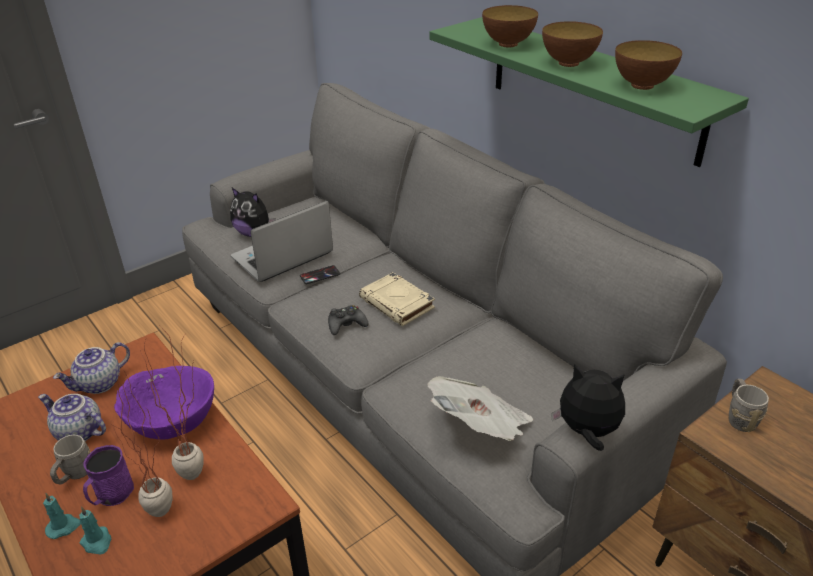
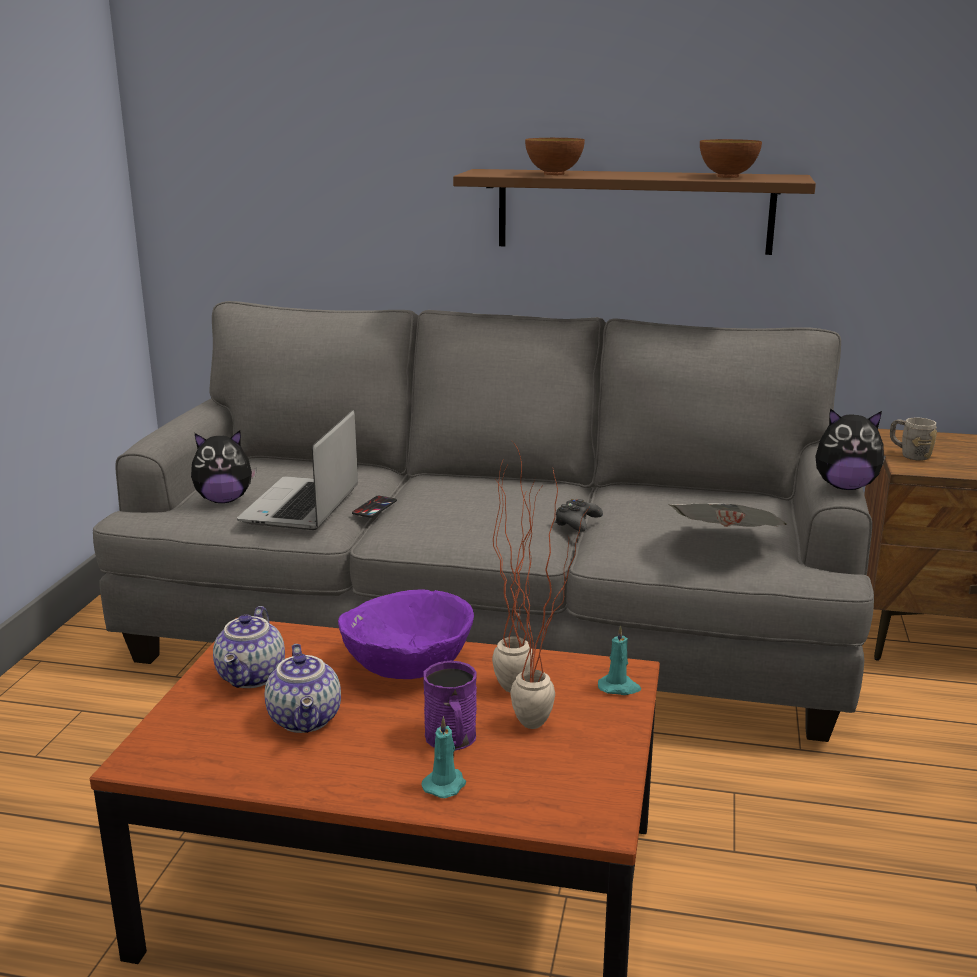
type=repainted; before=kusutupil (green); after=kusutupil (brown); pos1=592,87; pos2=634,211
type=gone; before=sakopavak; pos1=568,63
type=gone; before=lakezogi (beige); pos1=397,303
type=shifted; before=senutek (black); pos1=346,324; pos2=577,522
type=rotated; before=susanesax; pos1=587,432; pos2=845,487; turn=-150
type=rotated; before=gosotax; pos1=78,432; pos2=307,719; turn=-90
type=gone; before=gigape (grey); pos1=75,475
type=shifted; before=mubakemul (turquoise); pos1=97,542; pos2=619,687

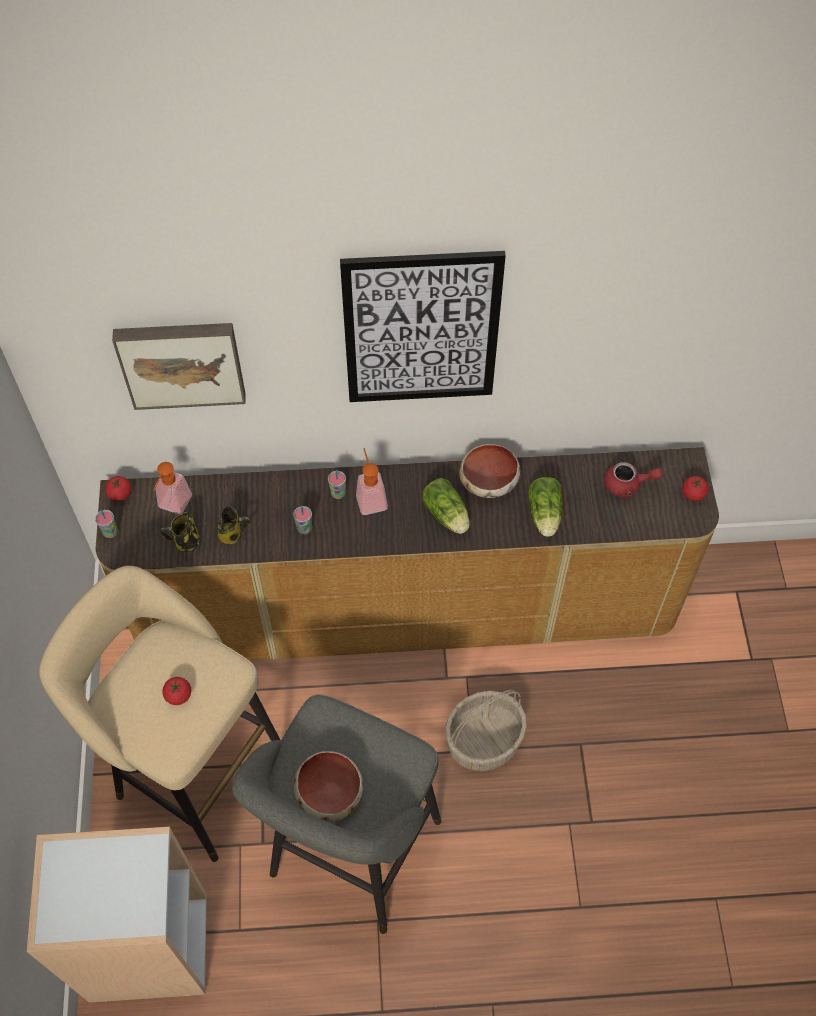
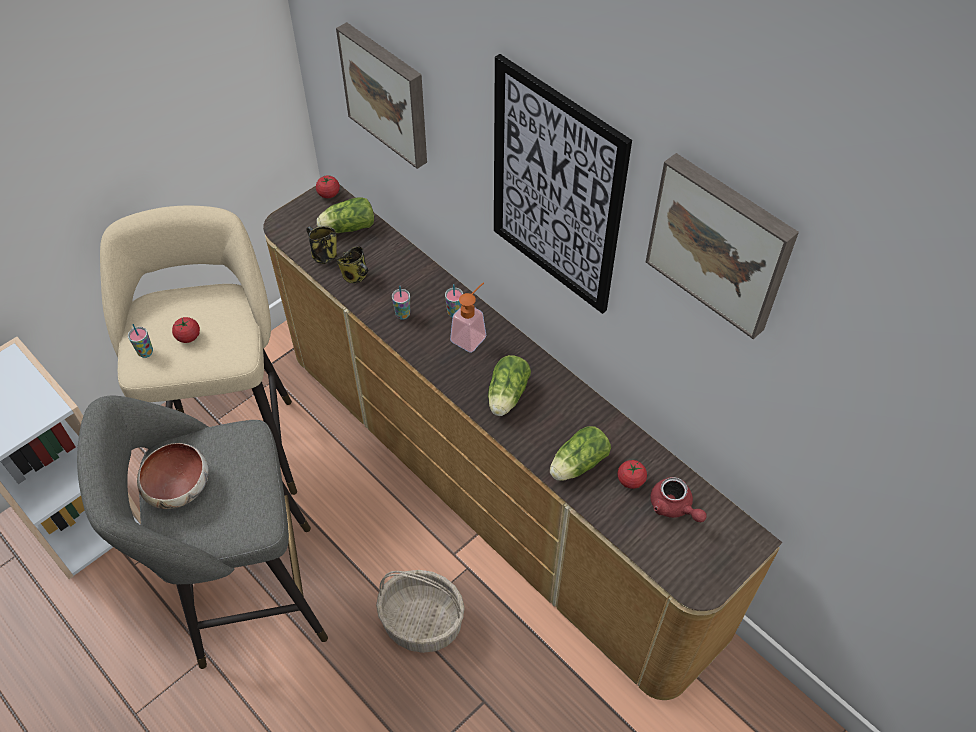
type=gone; before=sakopavak; pos1=489,481
type=swapped; before=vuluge; after=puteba; pos1=172,506; pos2=346,228
type=shifted; before=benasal; pos1=693,494; pos2=630,480
type=shifted; before=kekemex; pos1=110,532; pos2=146,352
type=new; after=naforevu; pos2=721,243

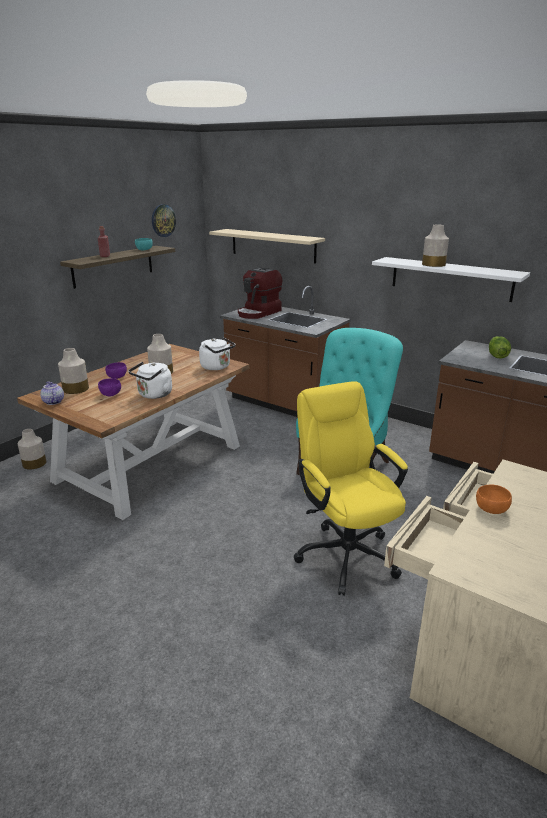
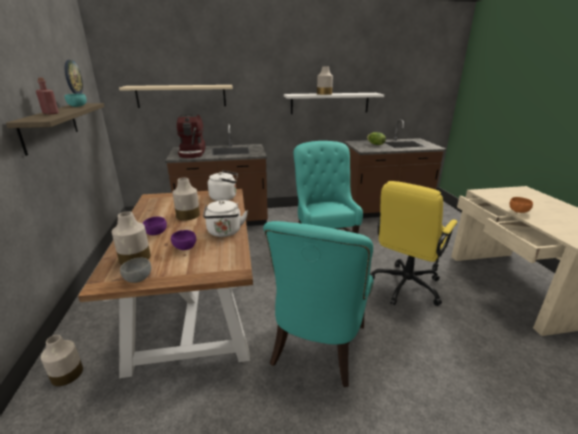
type=swapped; before=gosotax; after=sakopavak (grey); pos1=53,402; pos2=138,279
type=rotated; before=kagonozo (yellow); pos1=344,554; pos2=404,288; turn=-75
type=new; after=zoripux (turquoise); pos2=318,345

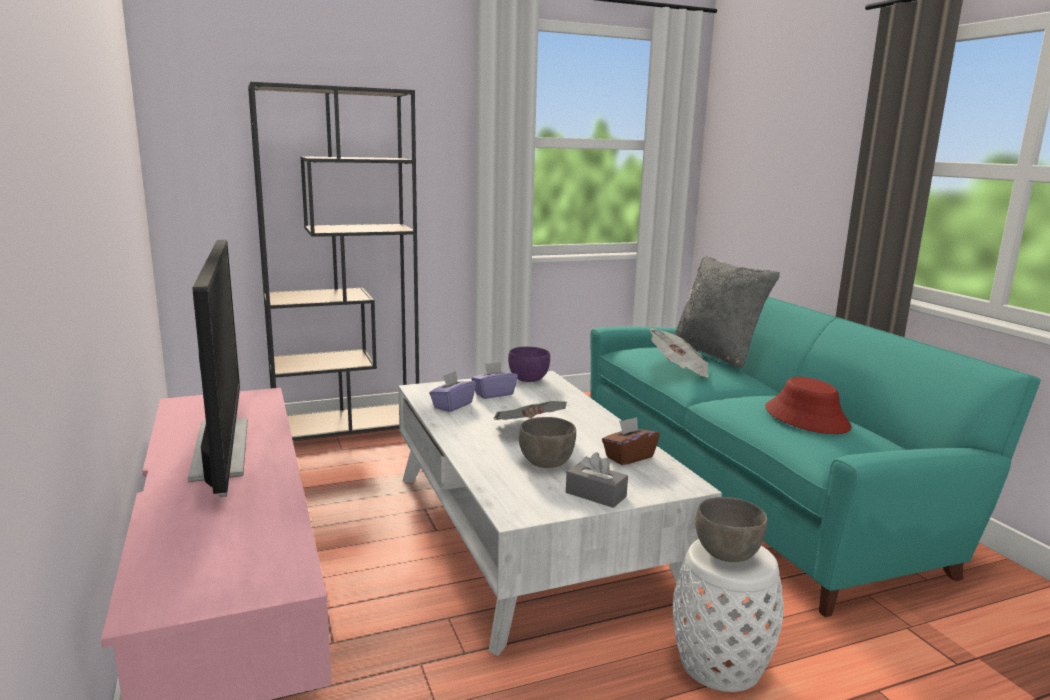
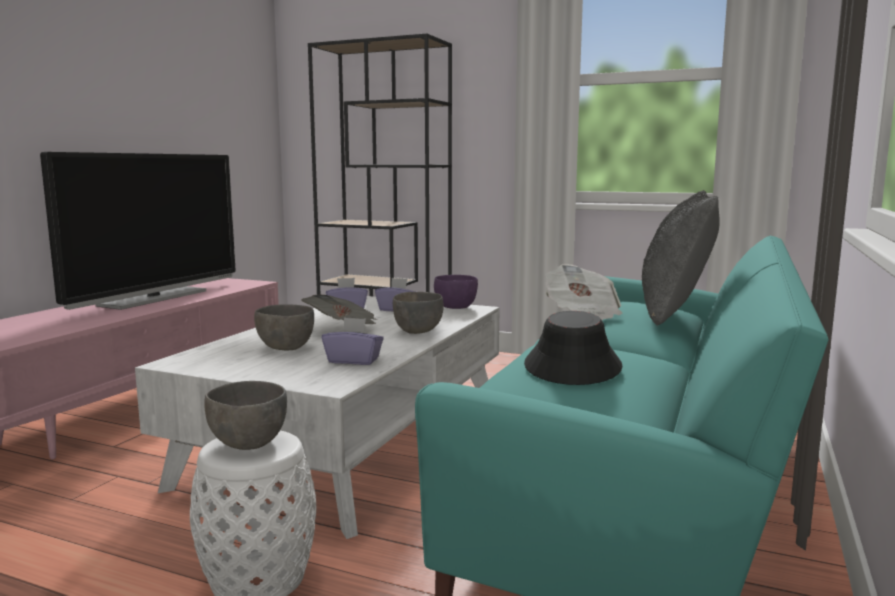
type=repainted; before=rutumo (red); after=rutumo (black); pos1=807,418; pos2=573,366
type=repainted; before=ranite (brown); after=ranite (purple); pos1=628,457; pos2=353,360
type=gone; before=ranite (grey); pos1=596,495
type=new; after=sakopavak (grey); pos2=418,331

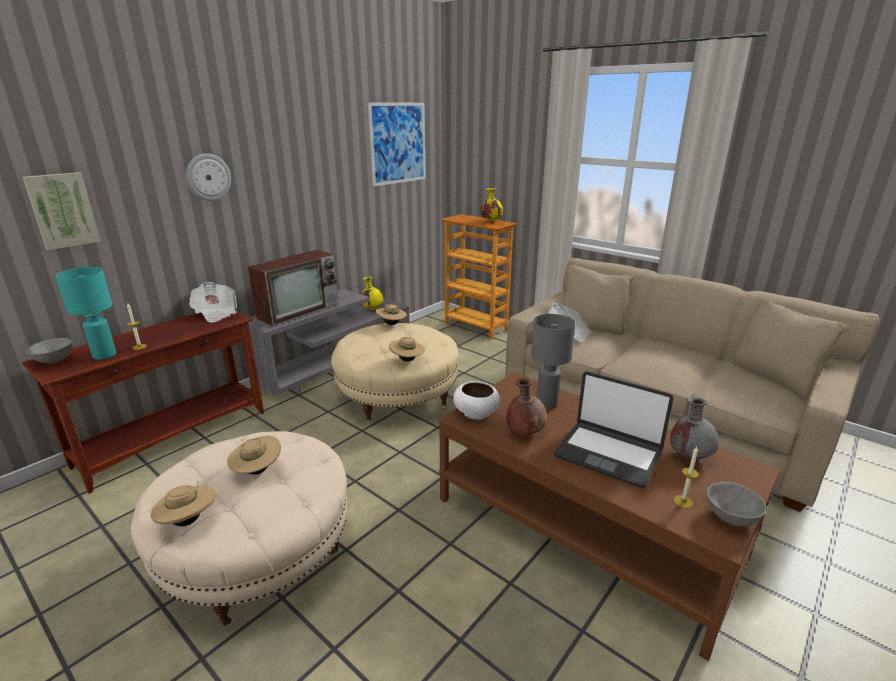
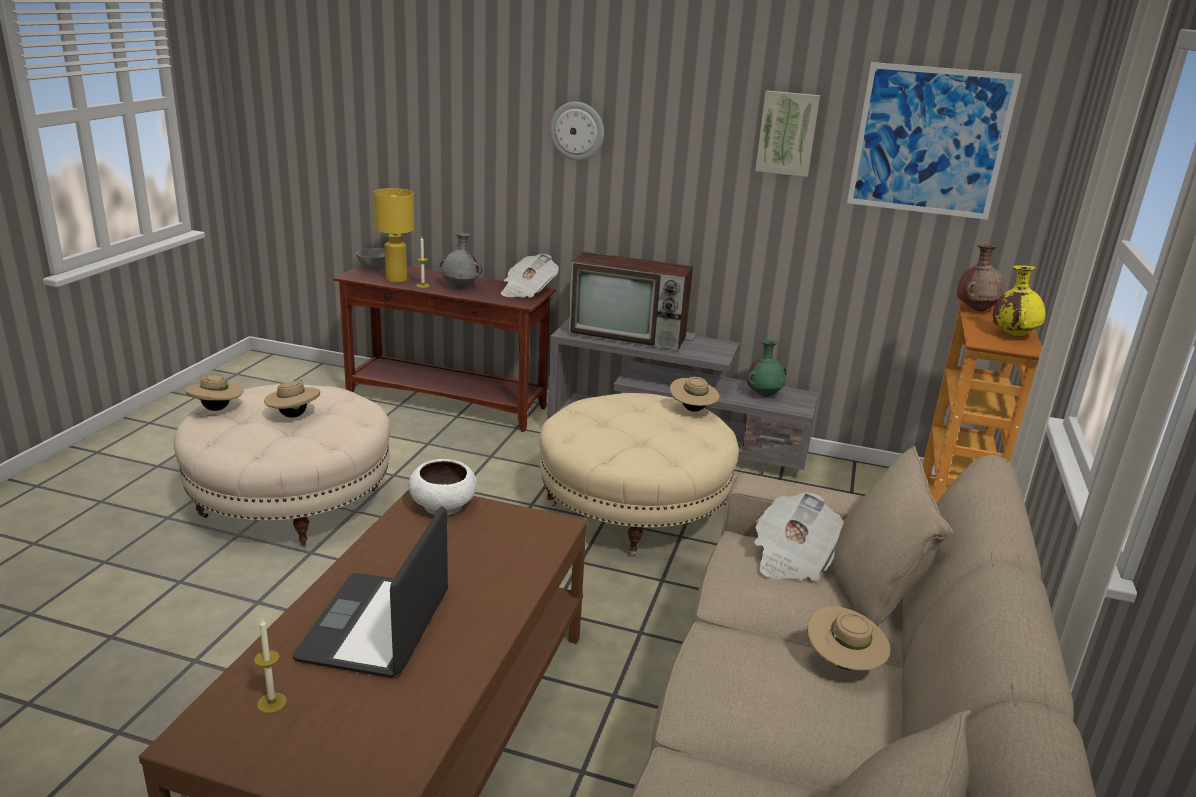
type=shifted; before=naforevu; pos1=62,210; pos2=787,133
type=repainted; before=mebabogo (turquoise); after=mebabogo (yellow); pos1=105,355; pos2=397,280
type=repainted; before=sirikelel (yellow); after=sirikelel (green); pos1=372,309; pos2=764,395
type=gone; before=mebabogo (grey); pos1=546,404
type=shifted; before=rutumo (beige); pos1=407,360; pos2=843,664
type=shifted; before=sirikelel (brown); pos1=524,432; pos2=976,310
type=shifted; before=sirikelel (grey); pos1=690,456; pos2=461,287
type=gone; before=sakopavak (grey); pos1=729,517

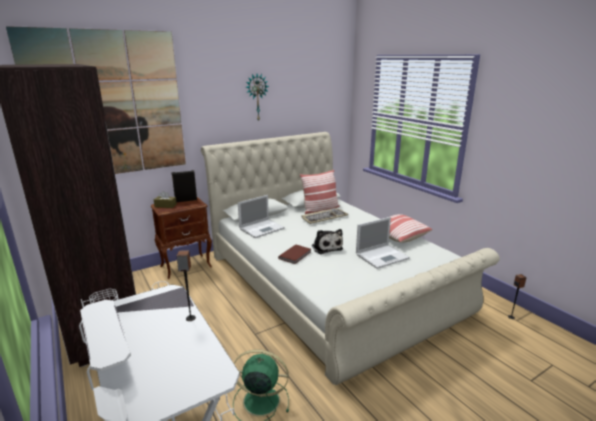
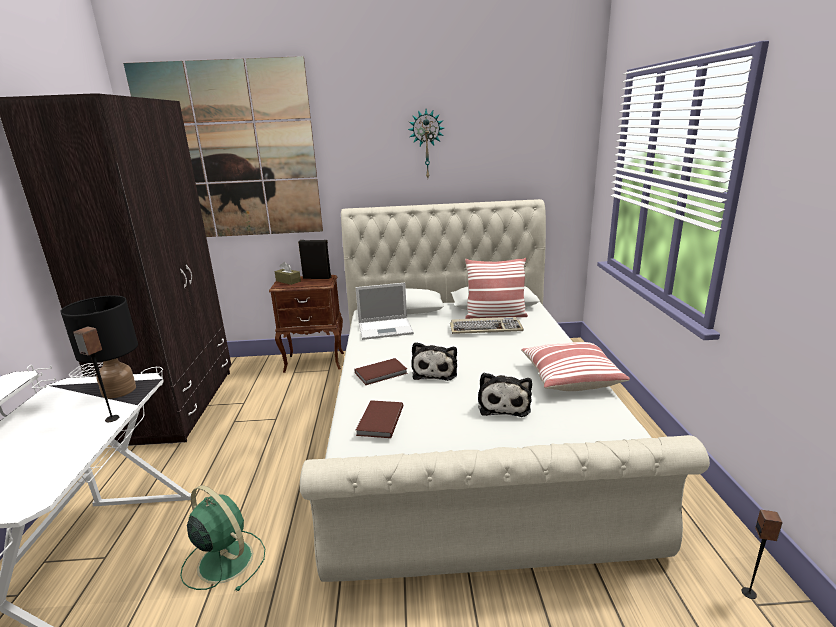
type=swapped; before=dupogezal; after=susanesax; pos1=382,256; pos2=504,404
type=new; after=mebabogo (black); pos2=120,390
type=new; after=lakezogi (brown); pos2=379,421

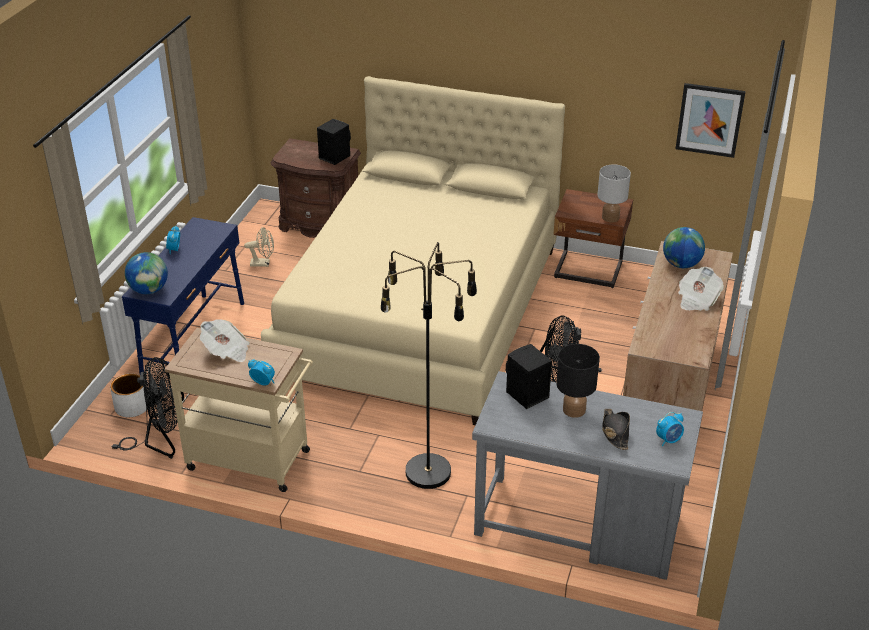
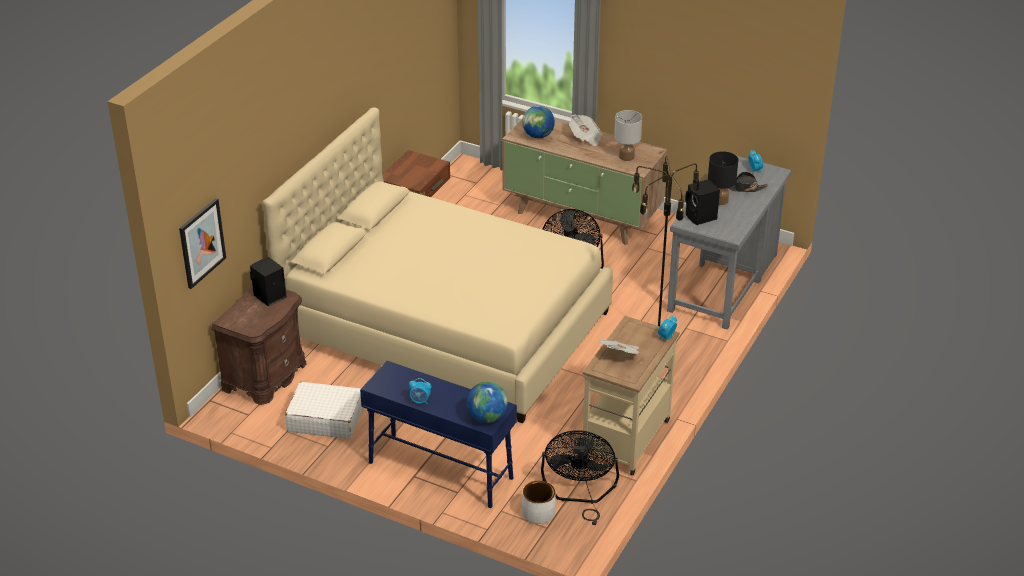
type=shifted; before=naforevu; pos1=709,120; pos2=201,243
type=shifted; before=mebabogo (grey); pos1=610,218; pos2=627,157
type=swapped; before=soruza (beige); after=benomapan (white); pos1=263,263; pos2=325,419

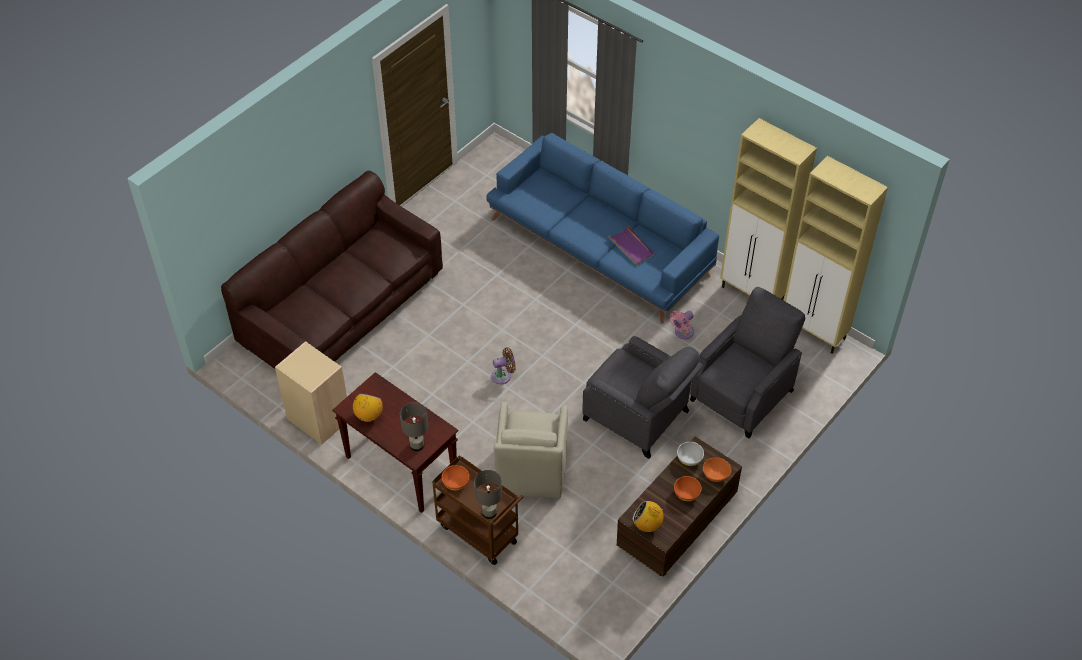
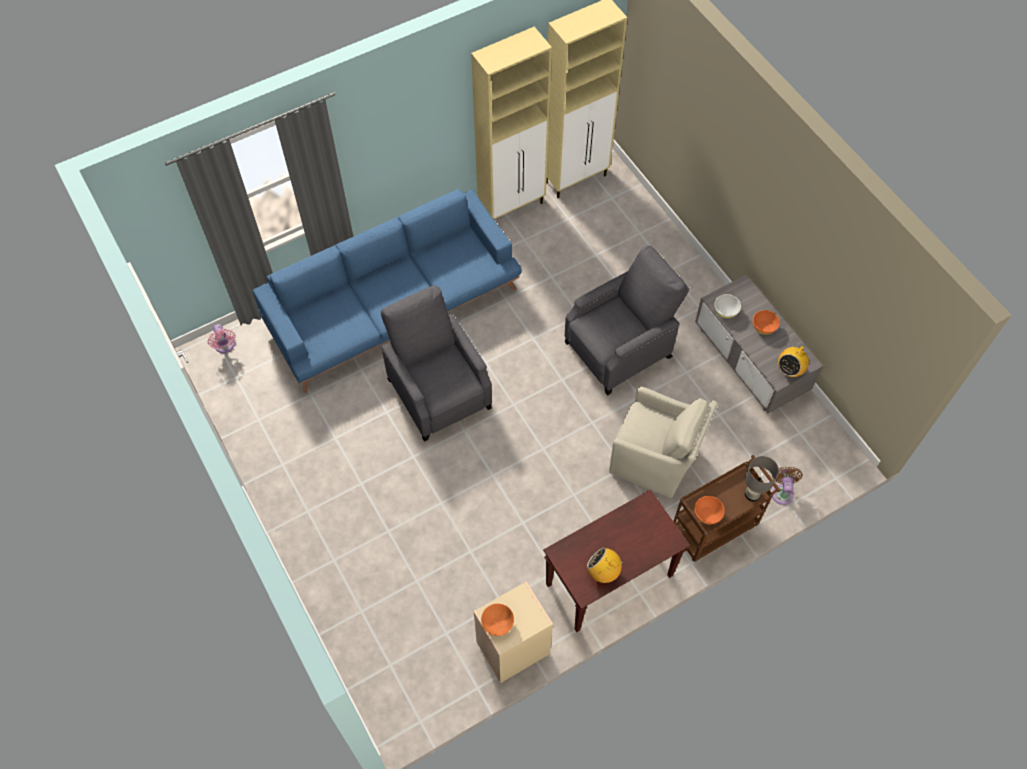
type=gone; before=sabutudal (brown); pos1=342,309
type=gone; before=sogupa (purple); pos1=631,247
type=shifted; before=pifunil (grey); pos1=744,393; pos2=437,390
type=shifted; before=soruza (pink); pos1=682,333; pos2=225,346
type=shifted; before=soruza (brown); pos1=503,376; pos2=782,492
type=gone; before=mebabogo (grey); pos1=417,445
type=repainted; before=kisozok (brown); after=kisozok (grey); pos1=676,523; pos2=750,360
type=shifted; before=sakopavak (orange); pos1=715,474; pos2=497,623

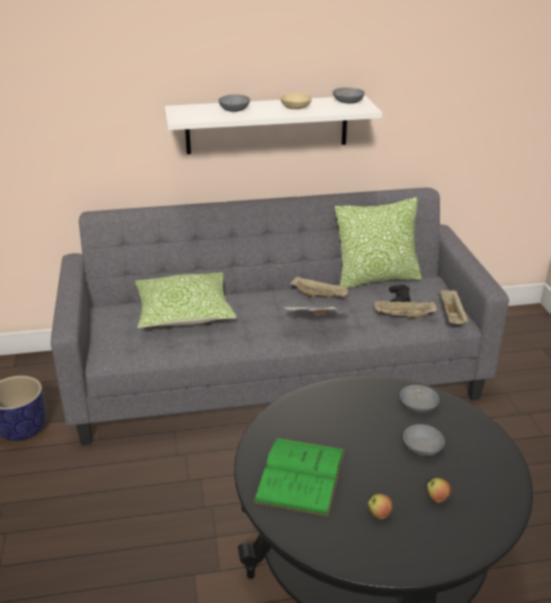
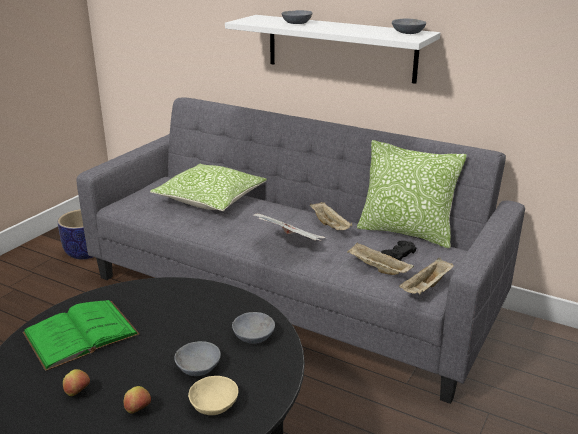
type=shifted; before=sakopavak (beige); pos1=297,107; pos2=215,405

